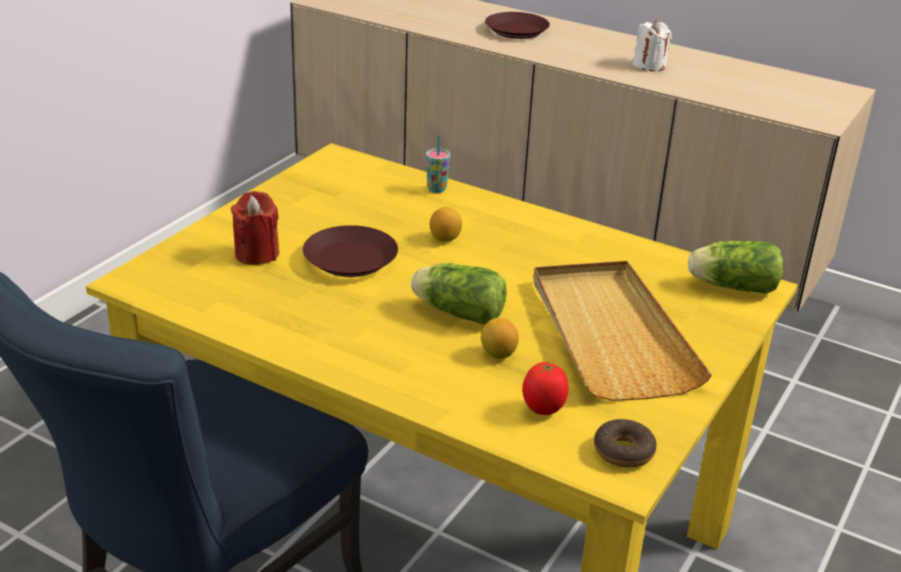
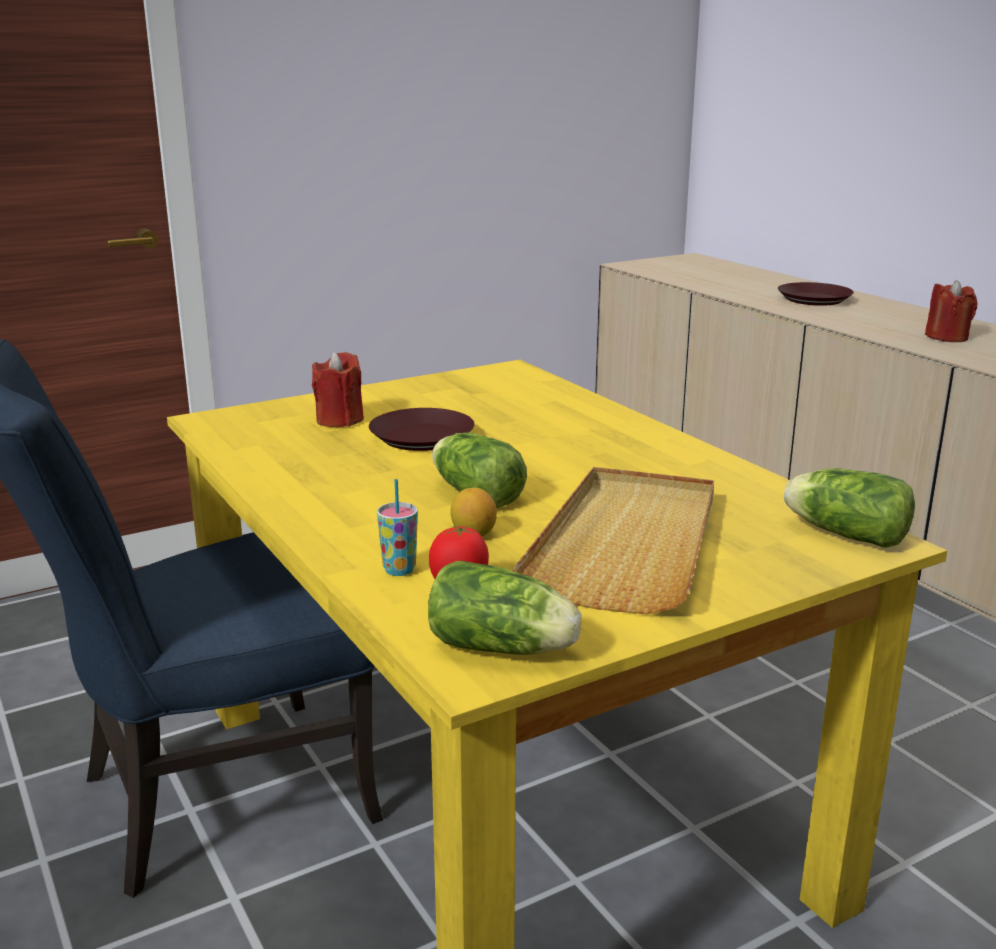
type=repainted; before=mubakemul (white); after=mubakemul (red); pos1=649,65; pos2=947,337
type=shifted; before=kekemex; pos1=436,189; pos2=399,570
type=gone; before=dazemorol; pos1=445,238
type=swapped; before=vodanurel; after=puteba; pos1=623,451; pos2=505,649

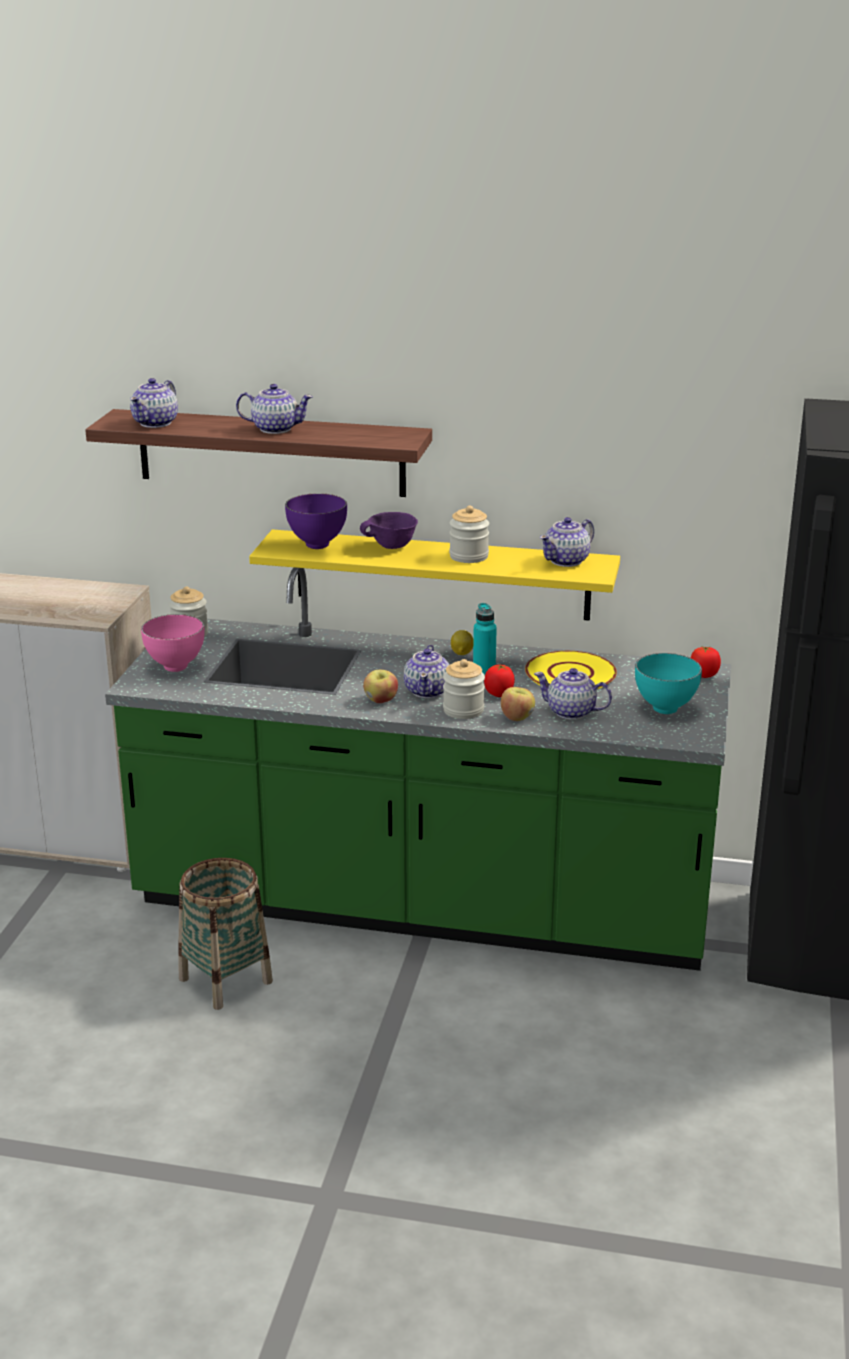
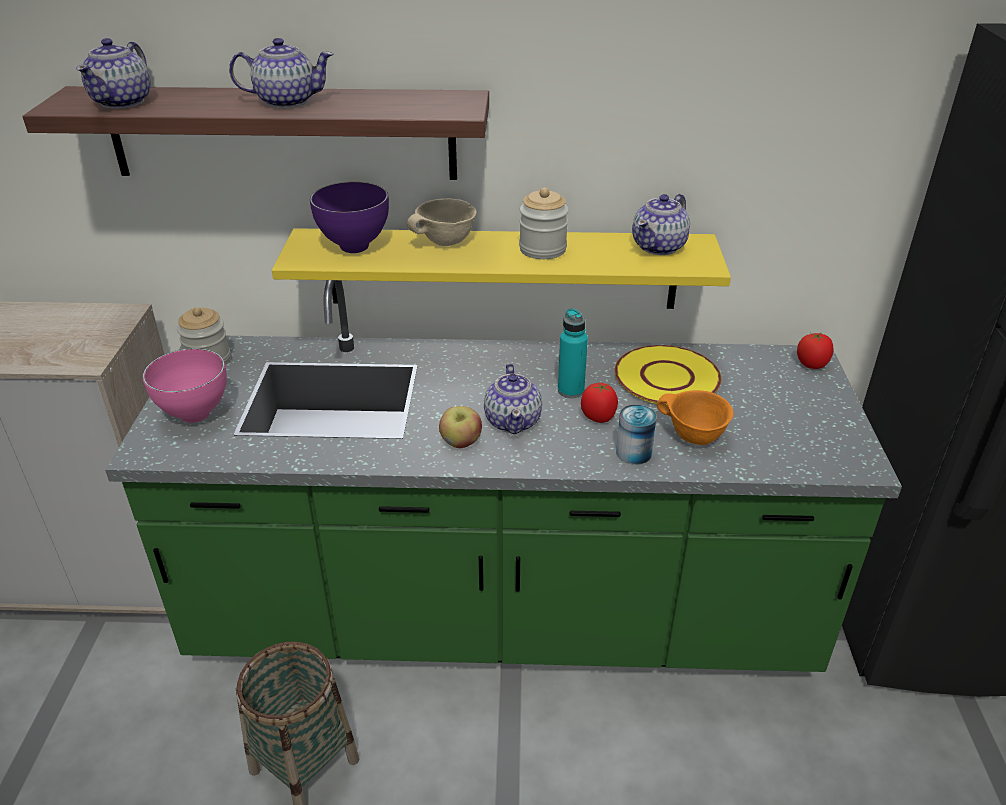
type=repainted; before=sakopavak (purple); after=sakopavak (beige); pos1=391,547; pos2=445,243
type=gone; before=dazemorol; pos1=461,653
type=gone; before=sakopavak (turquoise); pos1=663,709
type=gone; before=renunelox; pos1=463,710
type=swapped; before=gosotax; after=sakopavak (orange); pos1=571,712; pos2=693,437
type=swapped; before=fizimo; after=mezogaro; pos1=517,717; pos2=633,453

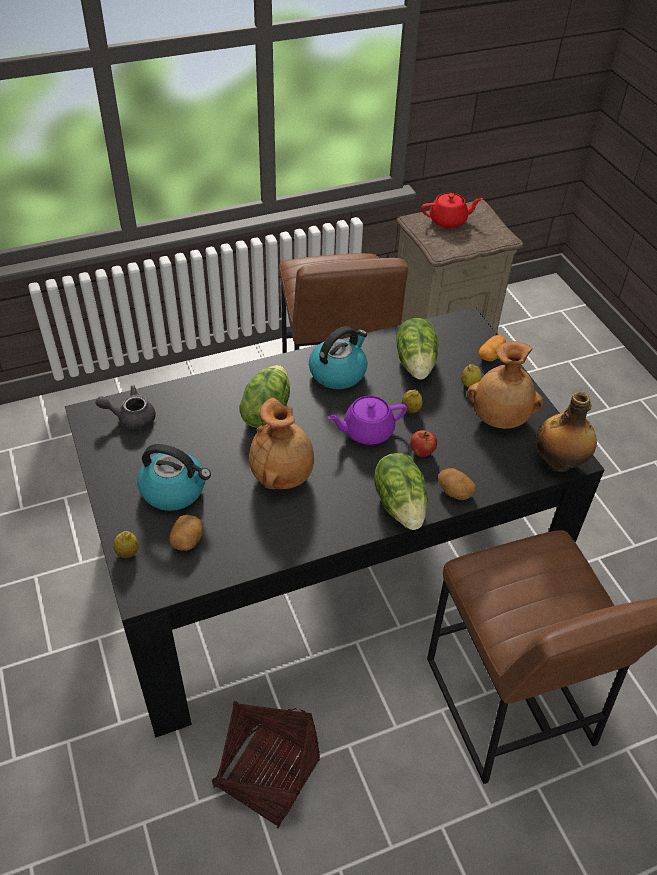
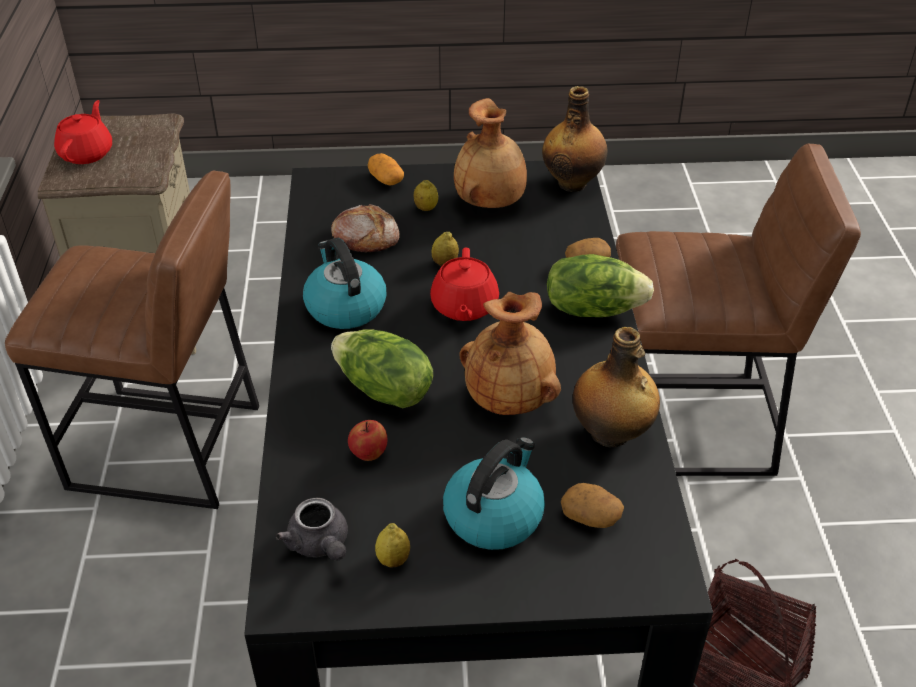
type=swapped; before=puteba; after=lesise; pos1=416,363; pos2=366,238
type=rotated; before=gosotax (grey); pos1=131,417; pos2=320,545; turn=-45
type=repainted; before=gosotax (purple); after=gosotax (red); pos1=367,431; pos2=464,307
type=shifted; before=fizimo; pos1=422,452; pos2=368,454
type=shifted; before=dazemorol; pos1=127,553; pos2=393,559
type=new; after=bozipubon; pos2=611,434

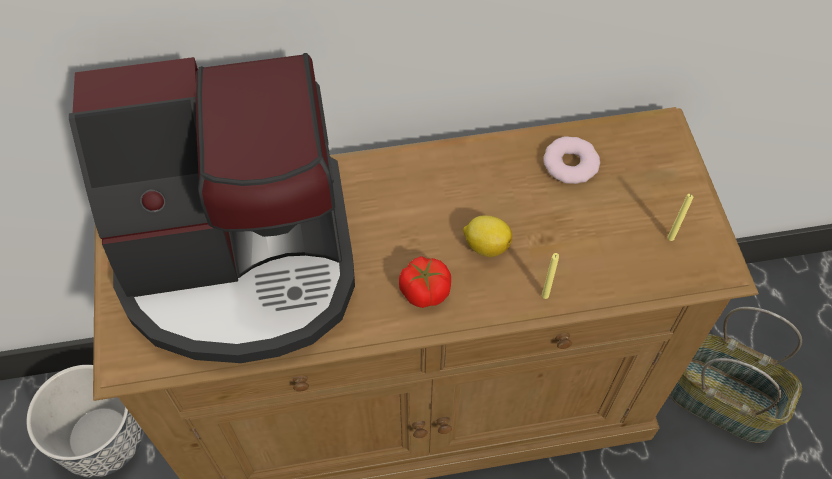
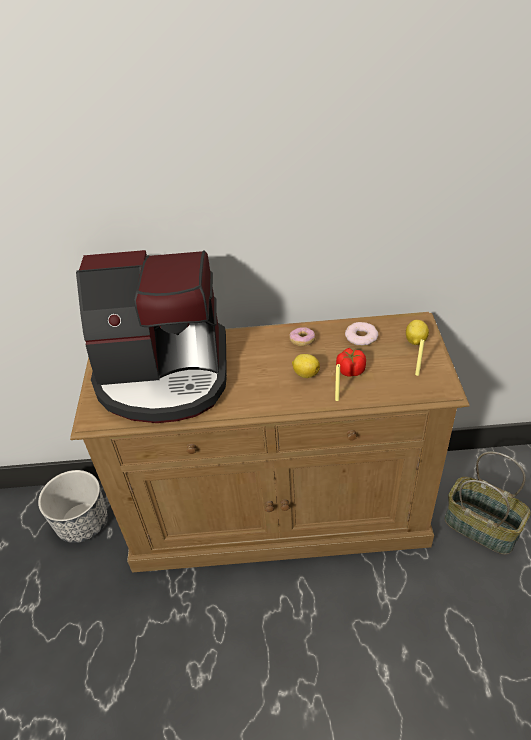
type=shifted; before=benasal; pos1=424,291; pos2=350,370
type=new; after=dazemorol; pos2=415,341
type=new; after=vodanurel; pos2=302,341

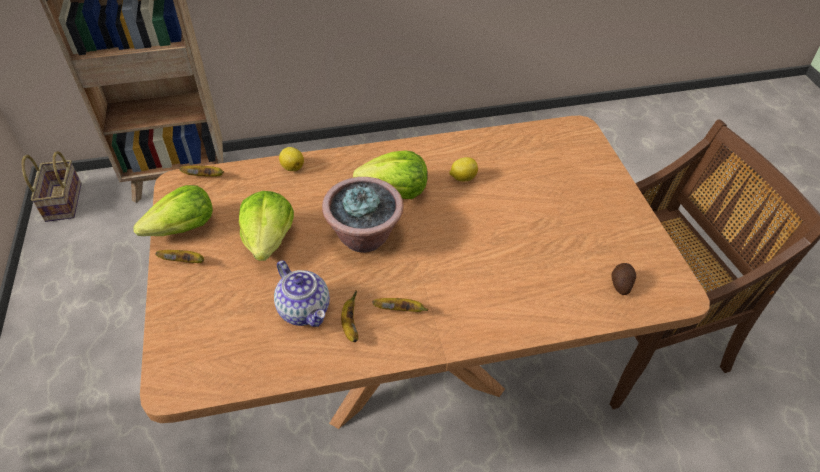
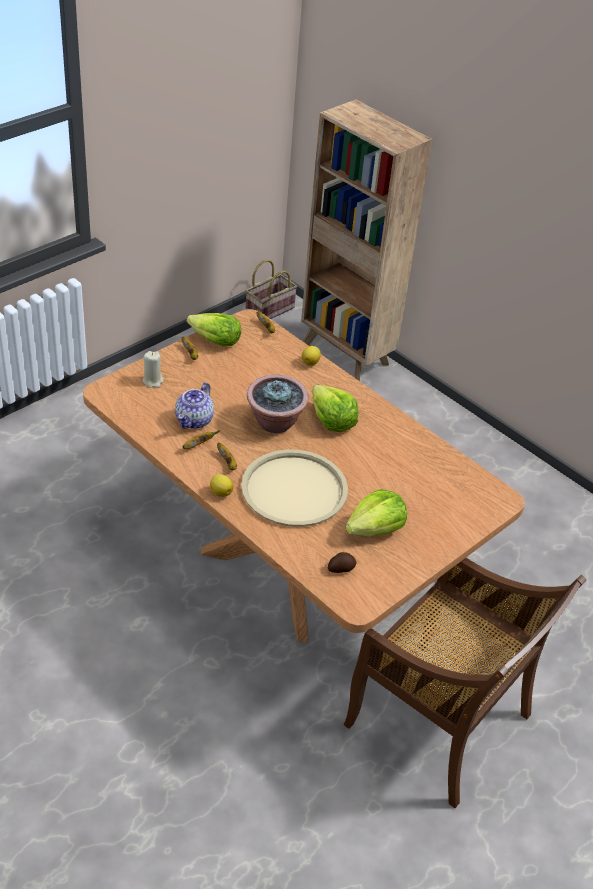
type=shifted; before=dazemorol; pos1=463,178; pos2=220,492
type=shifted; before=puteba; pos1=269,239; pos2=375,529
type=new; after=mubakemul (beige); pos2=153,381
type=new; after=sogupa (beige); pos2=294,489

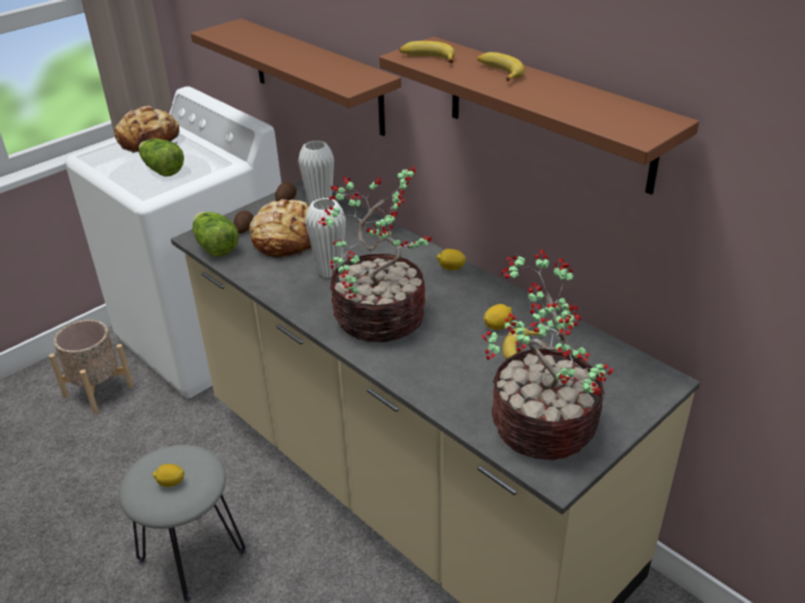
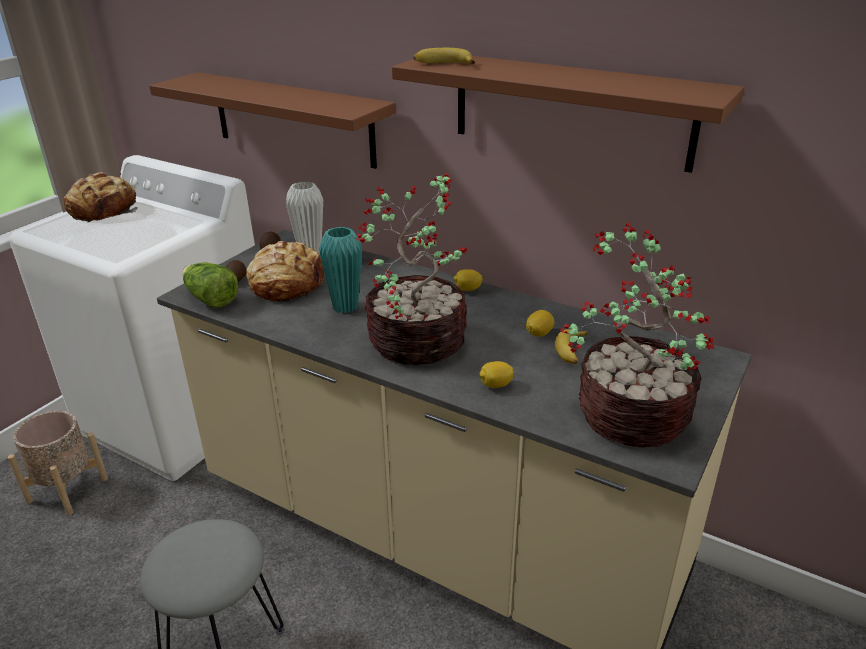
type=gone; before=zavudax; pos1=498,72
type=gone; before=puteba; pos1=162,169
type=repainted; before=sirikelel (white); after=sirikelel (turquoise); pos1=330,271; pos2=345,306
type=shifted; before=dazemorol; pos1=171,482; pos2=495,385

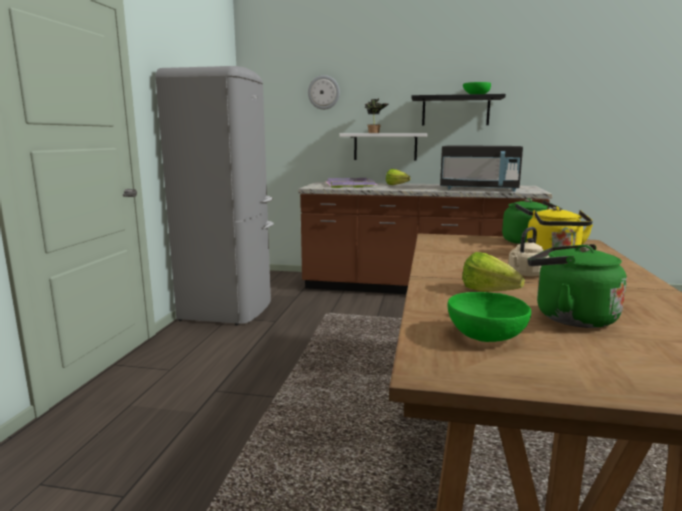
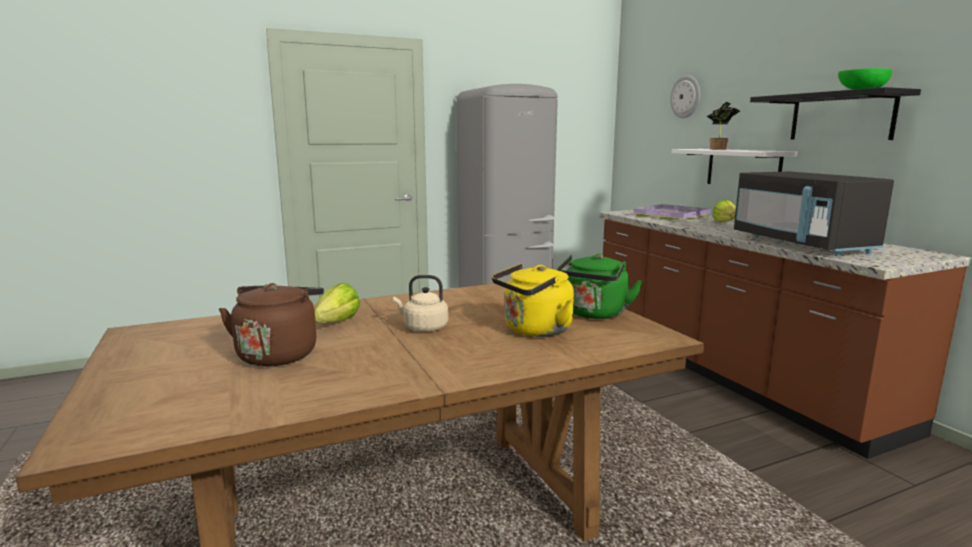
type=repainted; before=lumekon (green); after=lumekon (brown); pos1=569,317; pos2=279,354
type=gone; before=sakopavak (green); pos1=485,335

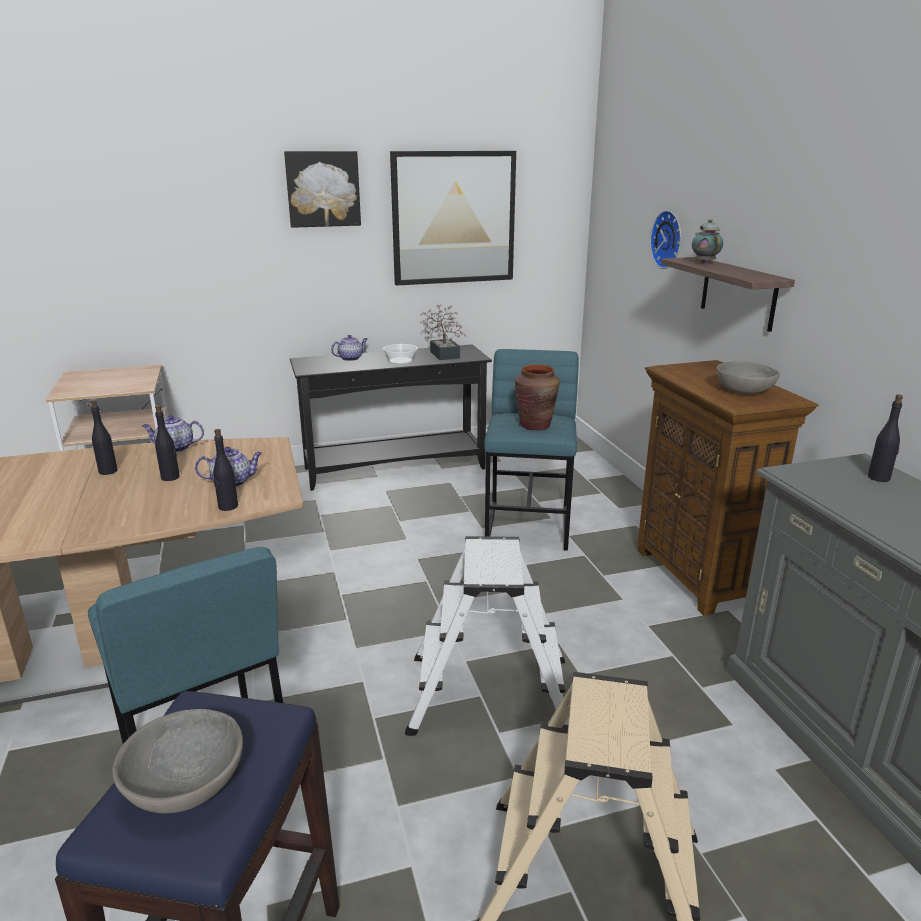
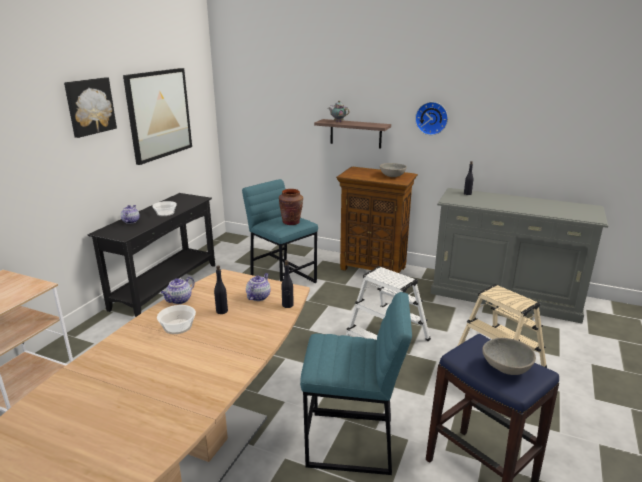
type=shifted; before=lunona; pos1=669,239; pos2=431,118
type=gone; before=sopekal; pos1=444,353
type=swapped; before=bozipubon (black); after=sakopavak; pos1=108,471; pos2=177,327

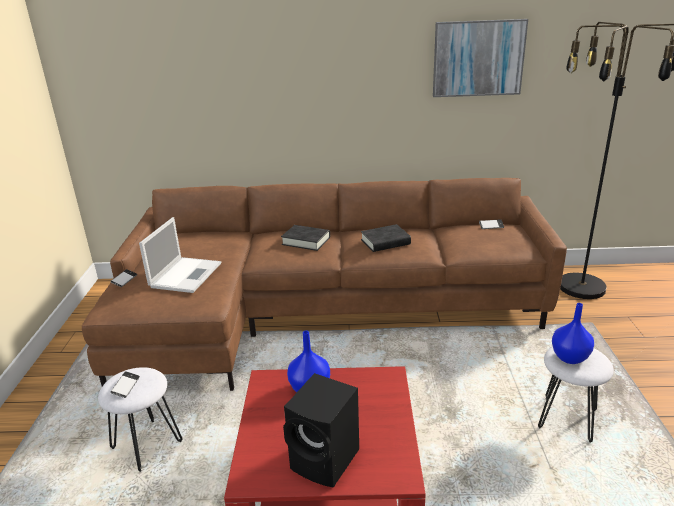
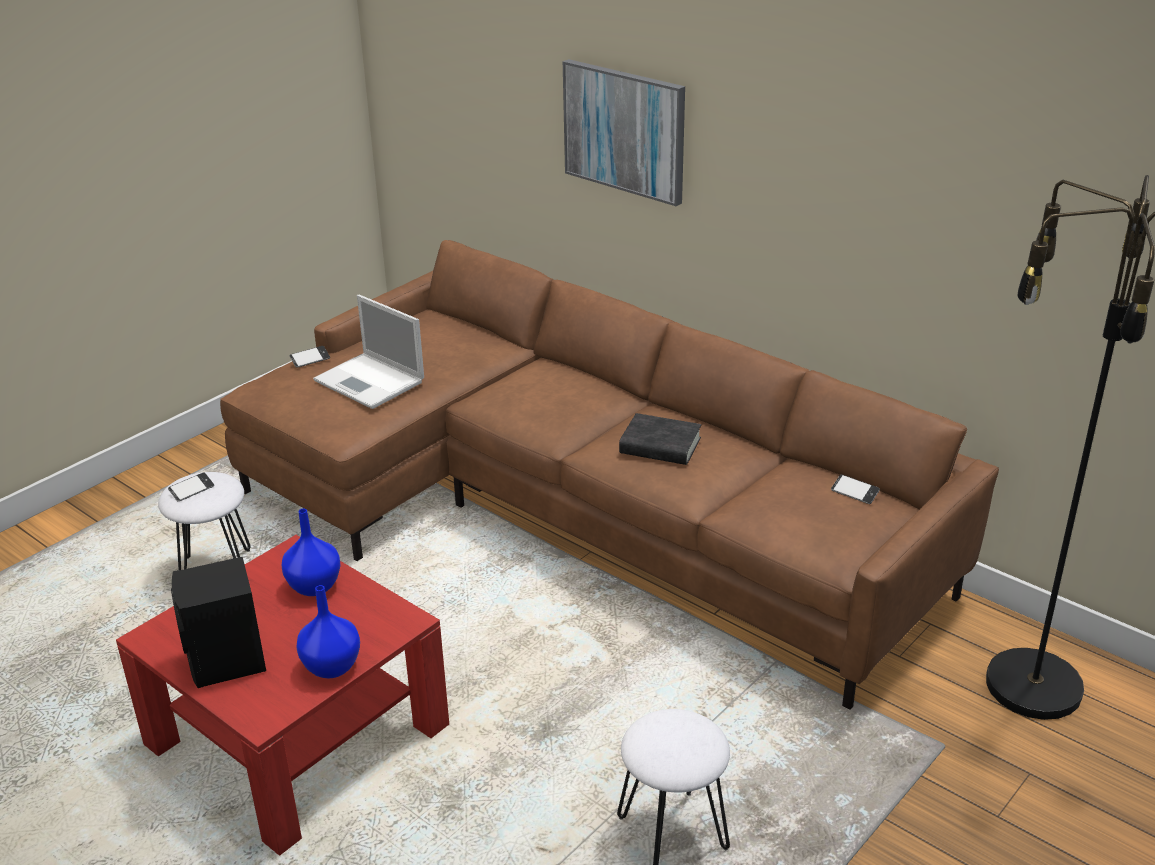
type=shifted; before=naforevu; pos1=478,58; pos2=625,130
type=rotated; before=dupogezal; pos1=186,274; pos2=371,382; turn=75
type=gone; before=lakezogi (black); pos1=306,241
type=shifted; before=sirikelel (blue); pos1=569,358; pos2=330,666

